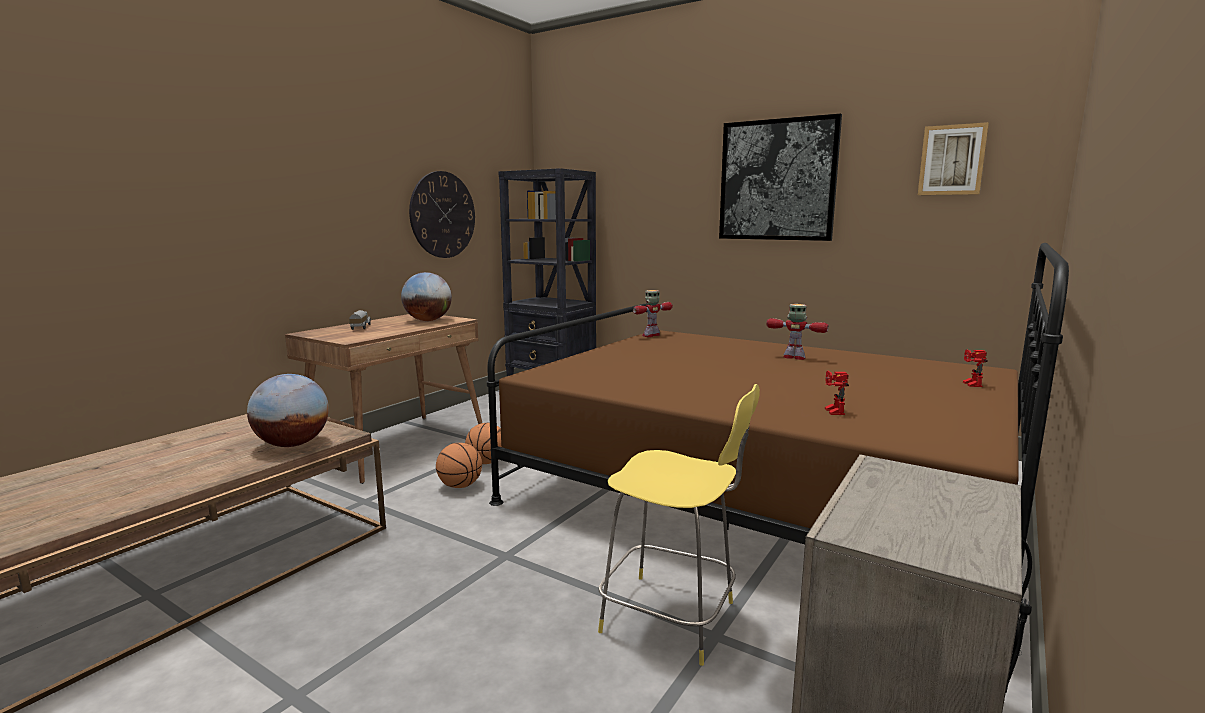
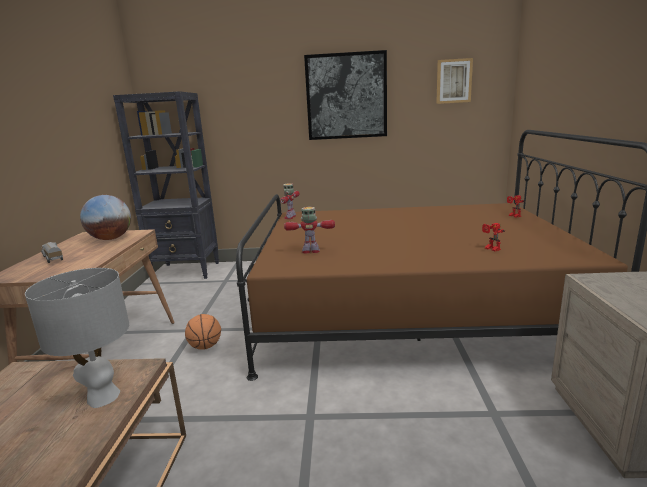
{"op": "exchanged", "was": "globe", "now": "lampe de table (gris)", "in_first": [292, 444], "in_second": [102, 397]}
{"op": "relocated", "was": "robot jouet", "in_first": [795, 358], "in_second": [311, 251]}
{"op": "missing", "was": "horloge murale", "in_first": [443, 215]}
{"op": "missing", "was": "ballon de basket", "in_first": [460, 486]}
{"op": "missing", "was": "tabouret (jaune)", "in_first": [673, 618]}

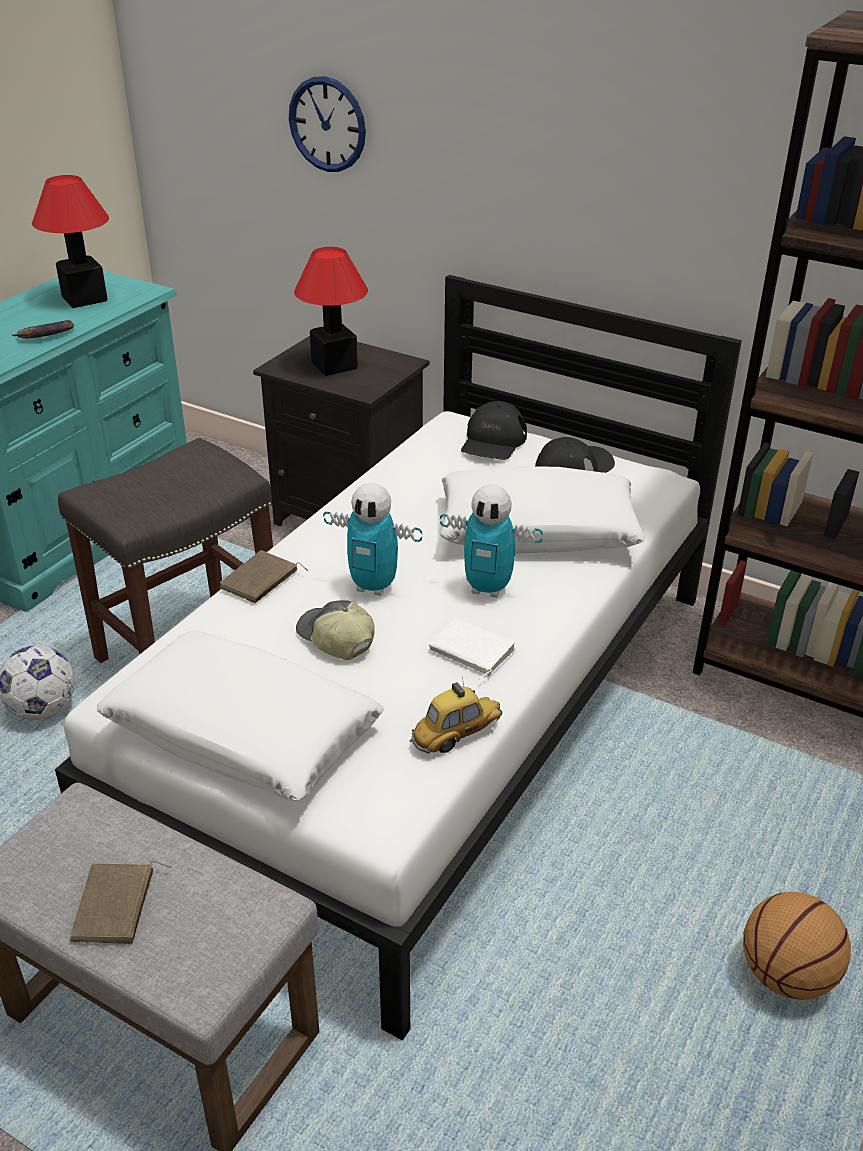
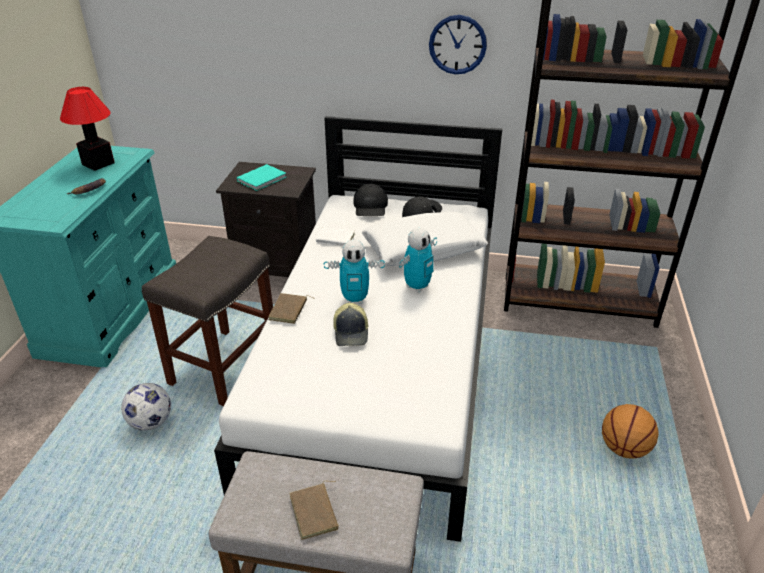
{"op": "exchanged", "was": "lampe de table", "now": "livre (turquoise)", "in_first": [335, 365], "in_second": [263, 179]}
{"op": "relocated", "was": "livre (blanc)", "in_first": [470, 652], "in_second": [335, 239]}
{"op": "spun", "was": "casquette", "in_first": [335, 639], "in_second": [352, 333], "clockwise": -120}
{"op": "spun", "was": "robot jouet", "in_first": [488, 588], "in_second": [417, 286], "clockwise": -45}
{"op": "relocated", "was": "horloge murale", "in_first": [327, 124], "in_second": [457, 44]}
{"op": "missing", "was": "coussin (blanc)", "in_first": [242, 733]}
{"op": "missing", "was": "petite voiture", "in_first": [457, 735]}

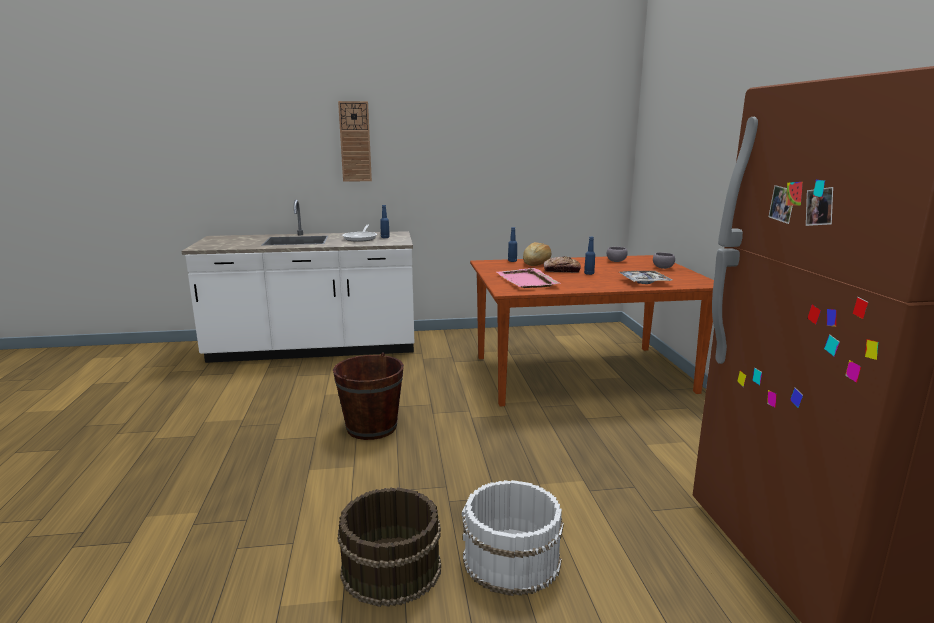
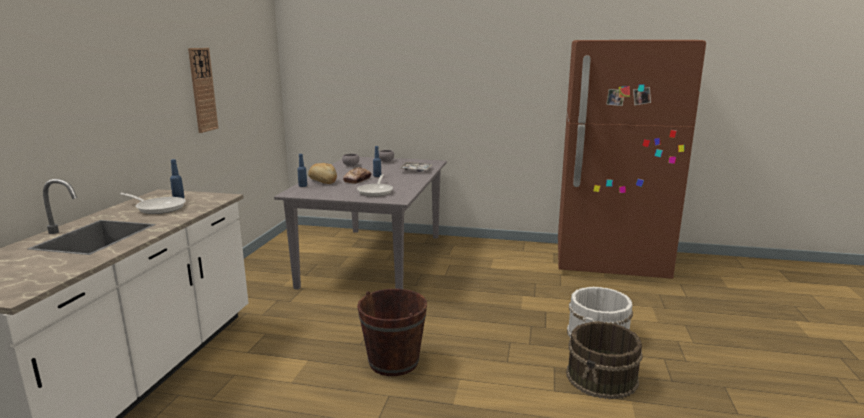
{"op": "relocated", "was": "horloge murale", "in_first": [355, 142], "in_second": [202, 90]}
{"op": "colour", "was": "table à manger (marron)", "now": "table à manger (gris)", "in_first": [581, 373], "in_second": [373, 259]}
{"op": "exchanged", "was": "plateau (rose)", "now": "poêle", "in_first": [527, 281], "in_second": [376, 191]}

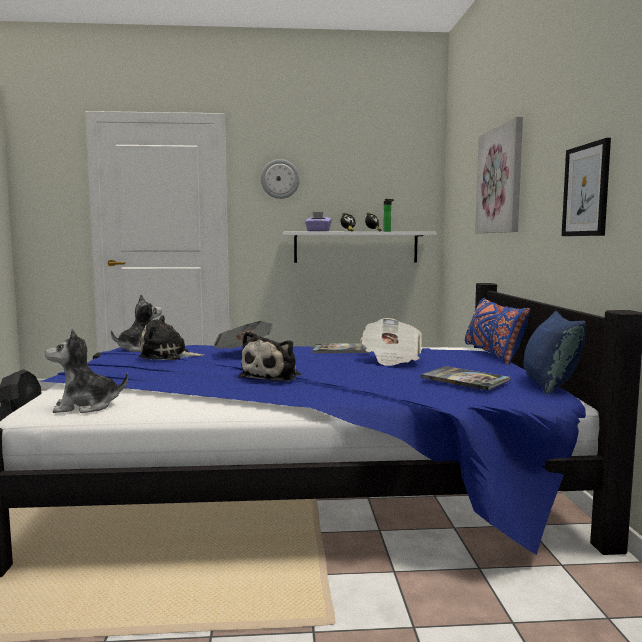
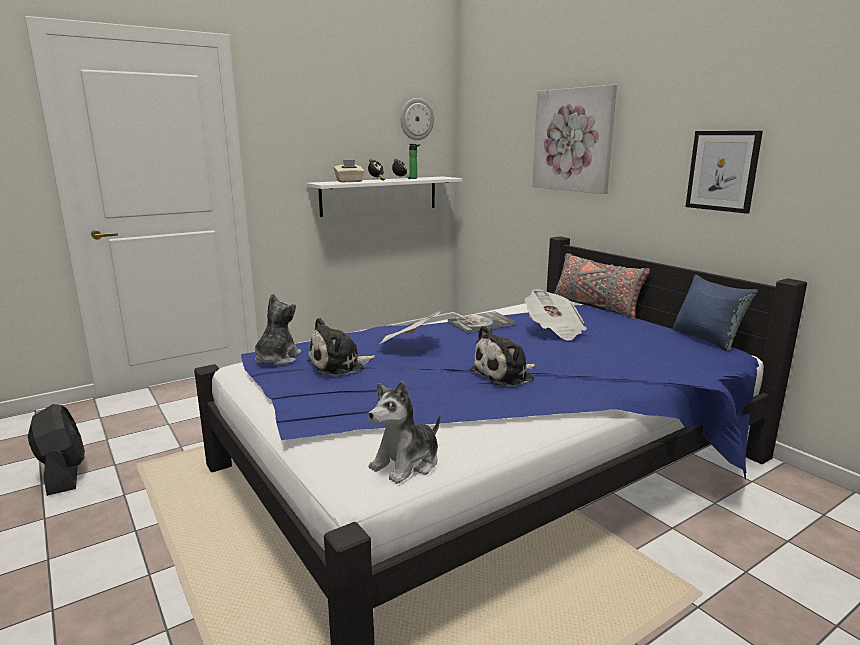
{"op": "colour", "was": "boîte à mouchoirs (violet)", "now": "boîte à mouchoirs (beige)", "in_first": [318, 231], "in_second": [349, 181]}
{"op": "relocated", "was": "horloge murale", "in_first": [280, 179], "in_second": [416, 119]}
{"op": "spun", "was": "peluche", "in_first": [273, 376], "in_second": [505, 374], "clockwise": 60}
{"op": "colour", "was": "coussin (bleu)", "now": "coussin (gris)", "in_first": [493, 353], "in_second": [595, 306]}
{"op": "missing", "was": "livre", "in_first": [465, 379]}

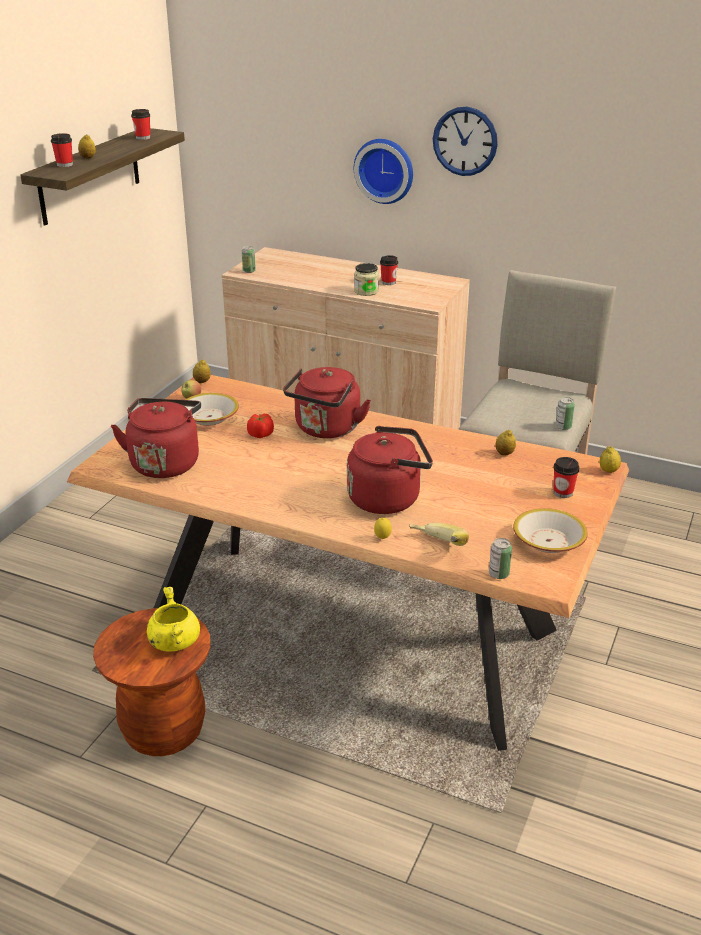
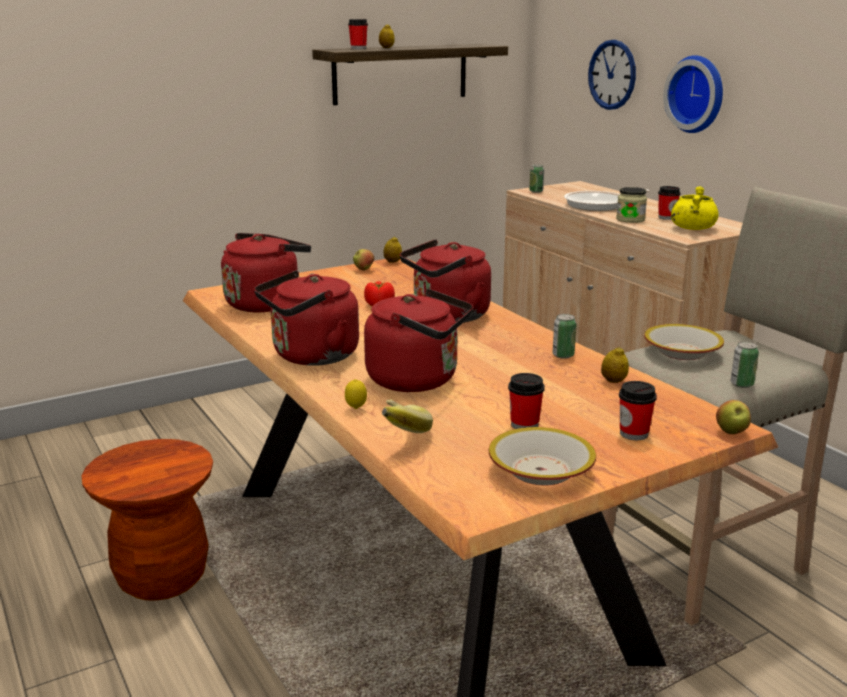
{"op": "appeared", "now": "bouilloire (rouge)", "in_second": [311, 356]}
{"op": "relocated", "was": "tasse", "in_first": [143, 138], "in_second": [524, 425]}
{"op": "relocated", "was": "boîte métallique", "in_first": [498, 574], "in_second": [563, 355]}
{"op": "appeared", "now": "poêle", "in_second": [599, 205]}
{"op": "relocated", "was": "horloge murale", "in_first": [465, 141], "in_second": [612, 75]}
{"op": "relocated", "was": "bol", "in_first": [209, 417], "in_second": [682, 352]}
{"op": "relocated", "was": "marmite (jaune)", "in_first": [174, 641], "in_second": [692, 228]}
{"op": "exchanged", "was": "citron", "now": "pomme", "in_first": [608, 471], "in_second": [731, 432]}

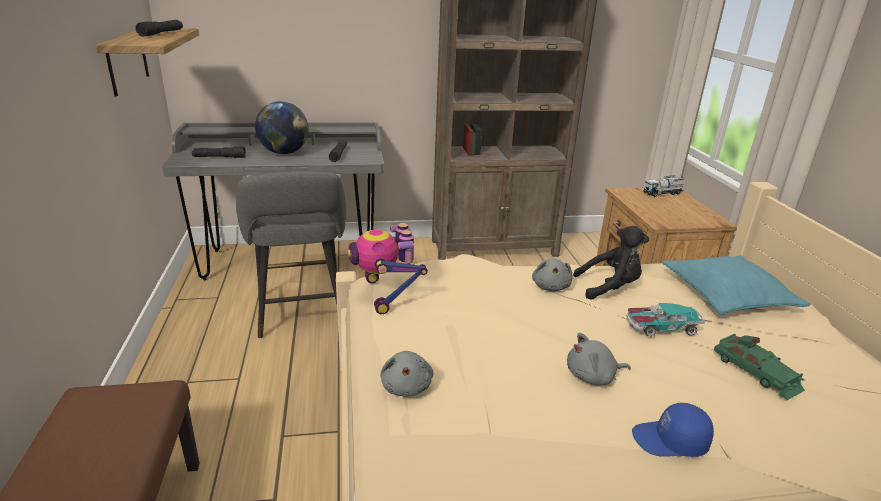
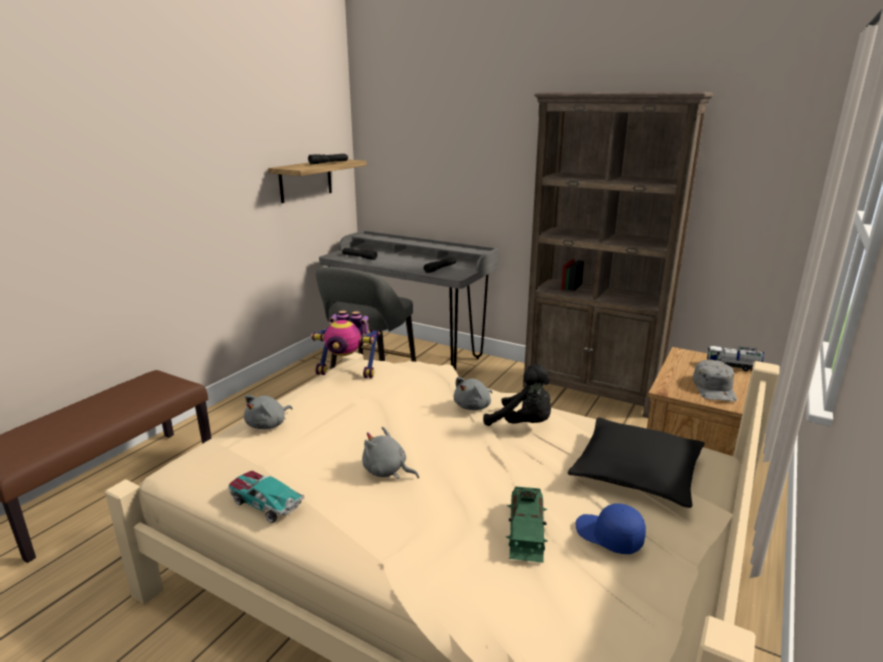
{"op": "relocated", "was": "petite voiture", "in_first": [661, 326], "in_second": [266, 503]}
{"op": "spun", "was": "robot jouet", "in_first": [386, 295], "in_second": [348, 372], "clockwise": -105}
{"op": "colour", "was": "coussin (turquoise)", "now": "coussin (noir)", "in_first": [727, 295], "in_second": [636, 472]}
{"op": "relocated", "was": "casquette (bleu)", "in_first": [670, 441], "in_second": [608, 536]}
{"op": "appeared", "now": "casquette (gris)", "in_second": [714, 388]}
{"op": "missing", "was": "globe", "in_first": [284, 153]}

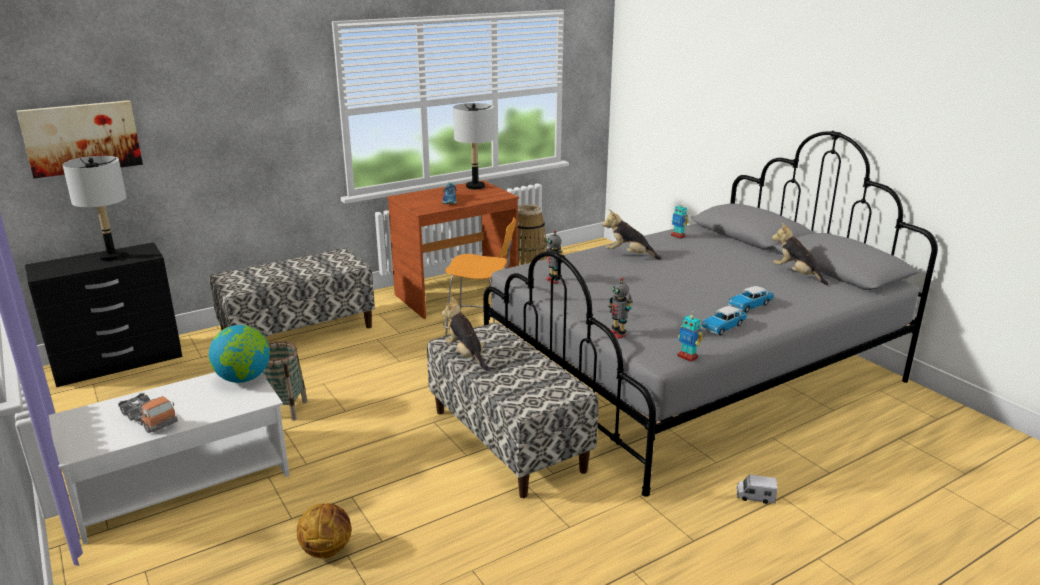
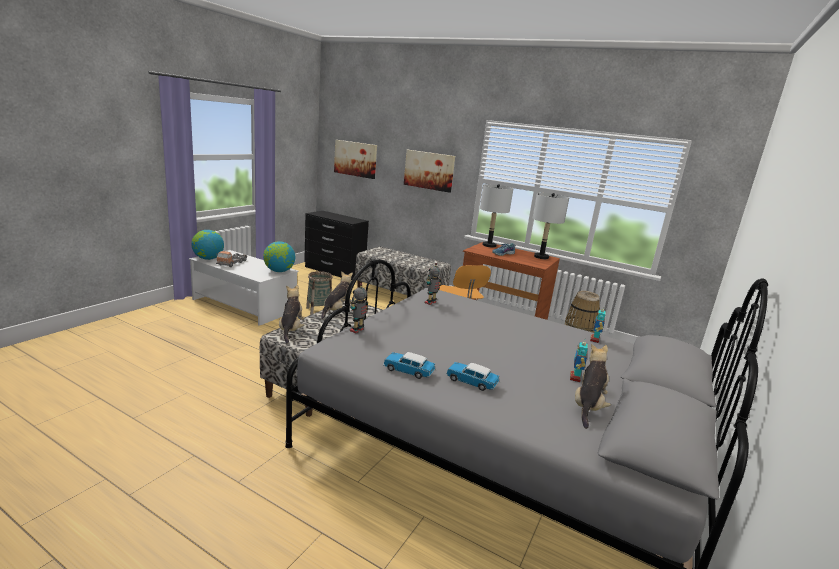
{"op": "appeared", "now": "globe", "in_second": [208, 258]}
{"op": "relocated", "was": "peluche", "in_first": [629, 255], "in_second": [291, 330]}
{"op": "appeared", "now": "tableau", "in_second": [429, 170]}
{"op": "relocated", "was": "lampe de table (gris)", "in_first": [111, 257], "in_second": [489, 245]}
{"op": "relocated", "was": "robot jouet", "in_first": [687, 357], "in_second": [575, 378]}
{"op": "missing", "was": "ballon de basket", "in_first": [327, 549]}
{"op": "missing", "was": "camion jouet", "in_first": [755, 496]}

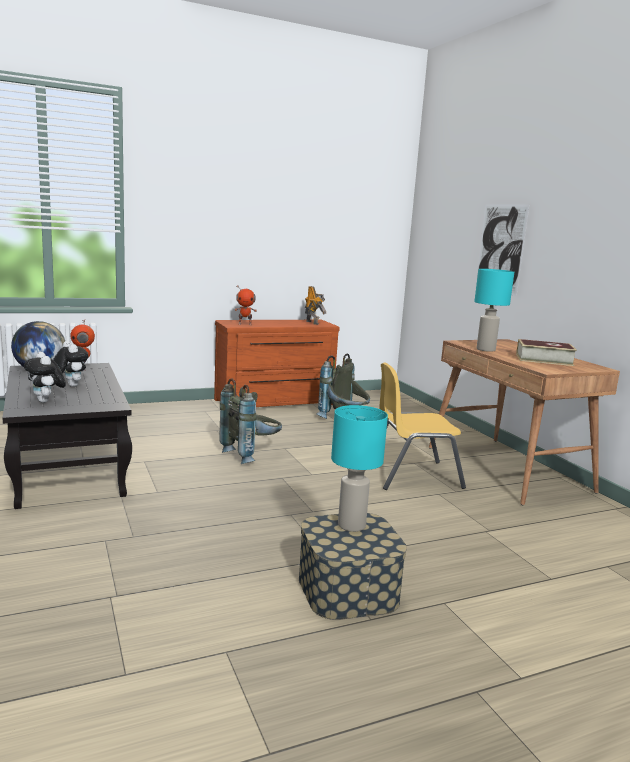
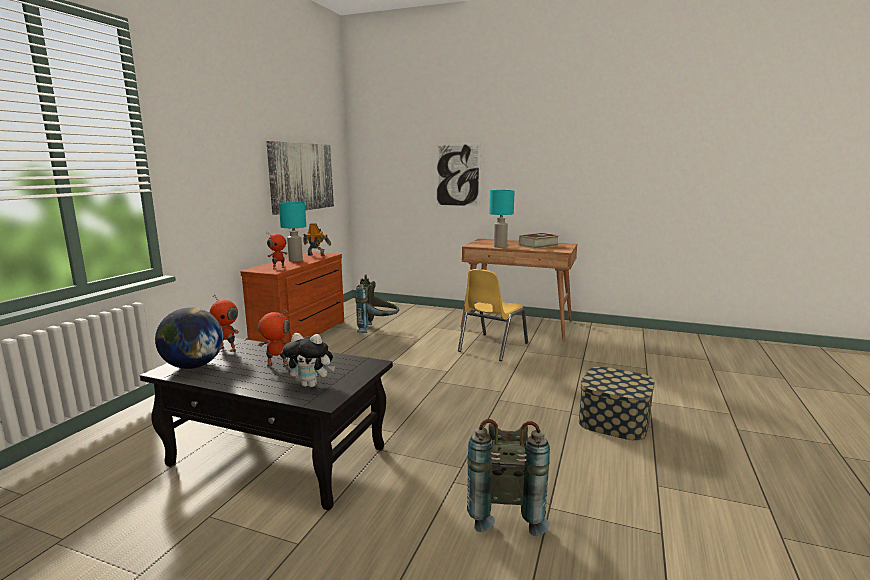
{"op": "exchanged", "was": "peluche", "now": "robot jouet", "in_first": [70, 386], "in_second": [277, 366]}
{"op": "appeared", "now": "tableau", "in_second": [302, 177]}
{"op": "relocated", "was": "lampe de table (turquoise)", "in_first": [350, 525], "in_second": [295, 260]}
{"op": "relocated", "was": "sac à dos (gris)", "in_first": [251, 455], "in_second": [504, 510]}

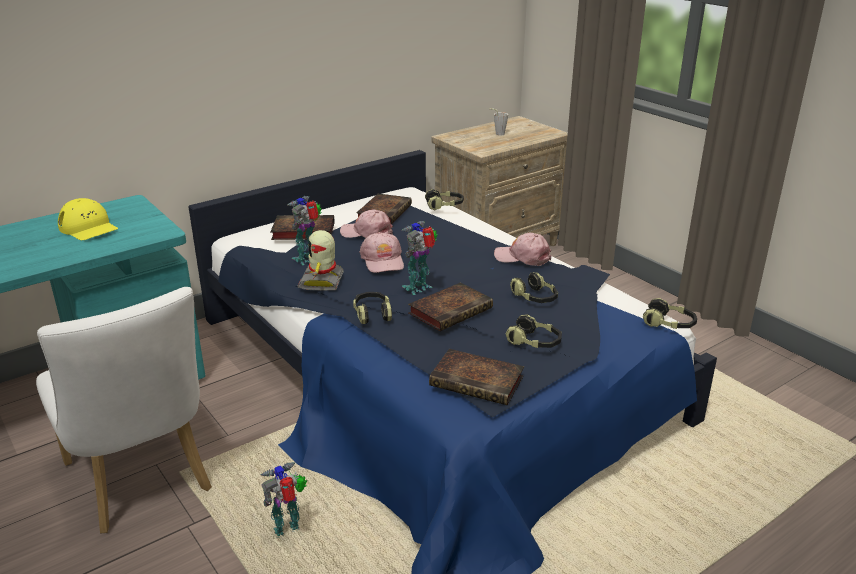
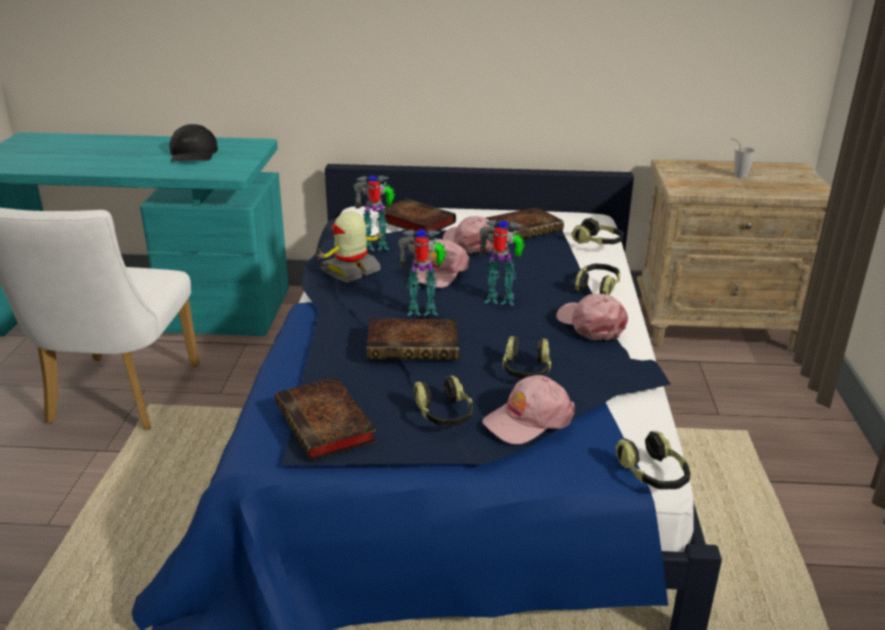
{"op": "colour", "was": "casquette (jaune)", "now": "casquette (noir)", "in_first": [88, 228], "in_second": [193, 154]}
{"op": "relocated", "was": "robot jouet", "in_first": [289, 532], "in_second": [501, 300]}
{"op": "appeared", "now": "casquette (rose)", "in_second": [528, 420]}
{"op": "relocated", "was": "casque audio", "in_first": [372, 314], "in_second": [597, 287]}

